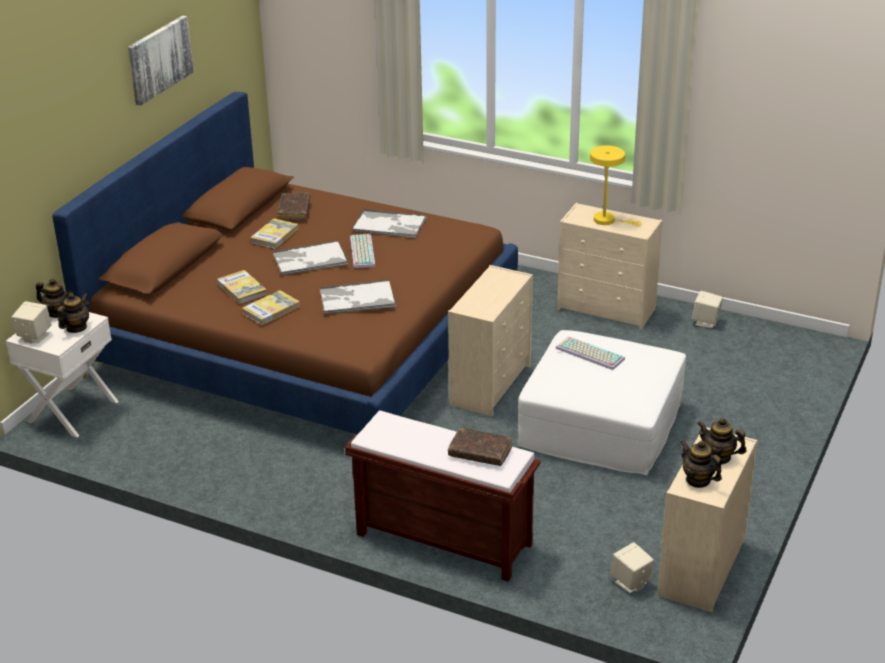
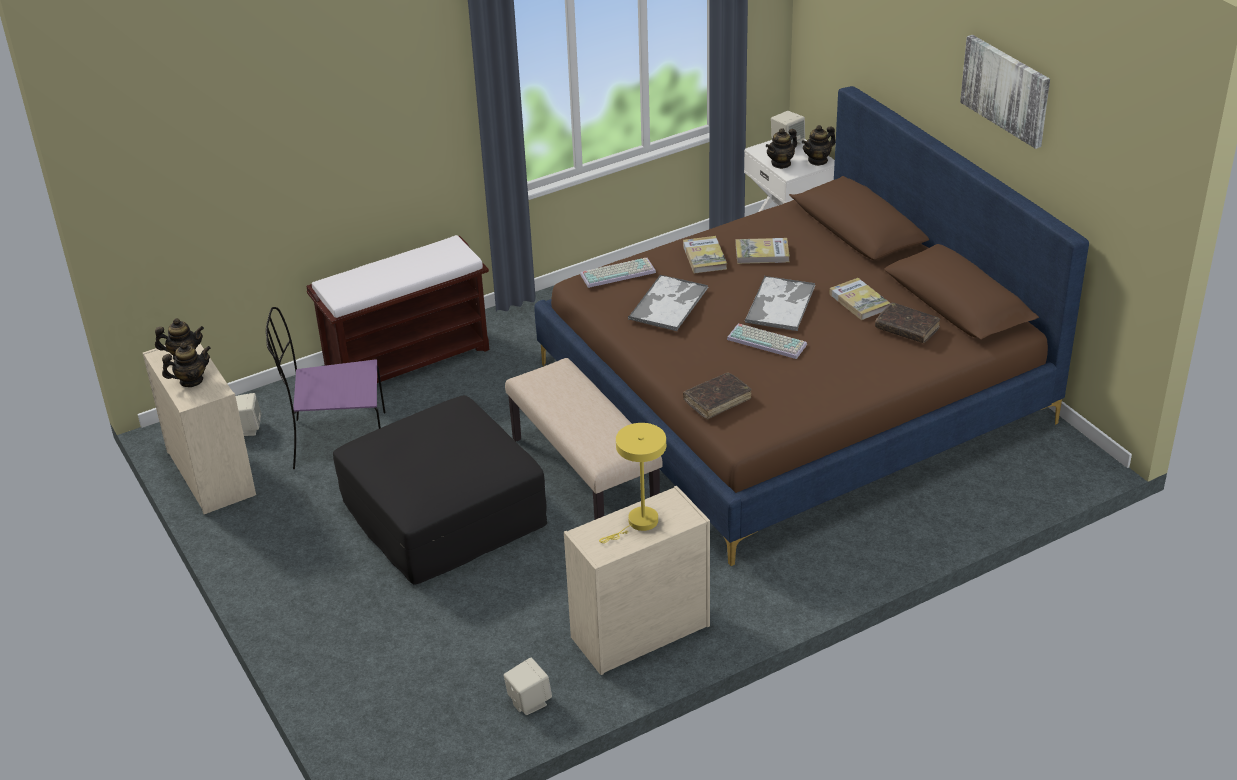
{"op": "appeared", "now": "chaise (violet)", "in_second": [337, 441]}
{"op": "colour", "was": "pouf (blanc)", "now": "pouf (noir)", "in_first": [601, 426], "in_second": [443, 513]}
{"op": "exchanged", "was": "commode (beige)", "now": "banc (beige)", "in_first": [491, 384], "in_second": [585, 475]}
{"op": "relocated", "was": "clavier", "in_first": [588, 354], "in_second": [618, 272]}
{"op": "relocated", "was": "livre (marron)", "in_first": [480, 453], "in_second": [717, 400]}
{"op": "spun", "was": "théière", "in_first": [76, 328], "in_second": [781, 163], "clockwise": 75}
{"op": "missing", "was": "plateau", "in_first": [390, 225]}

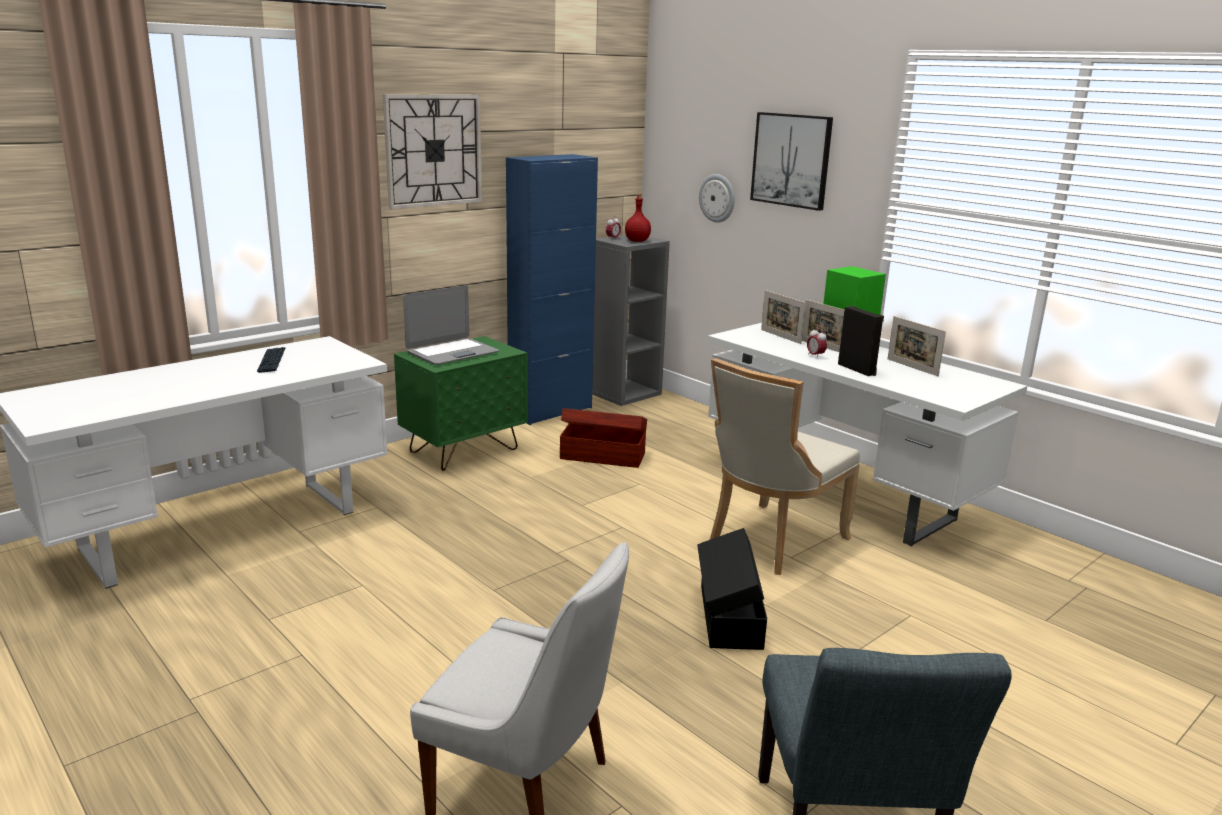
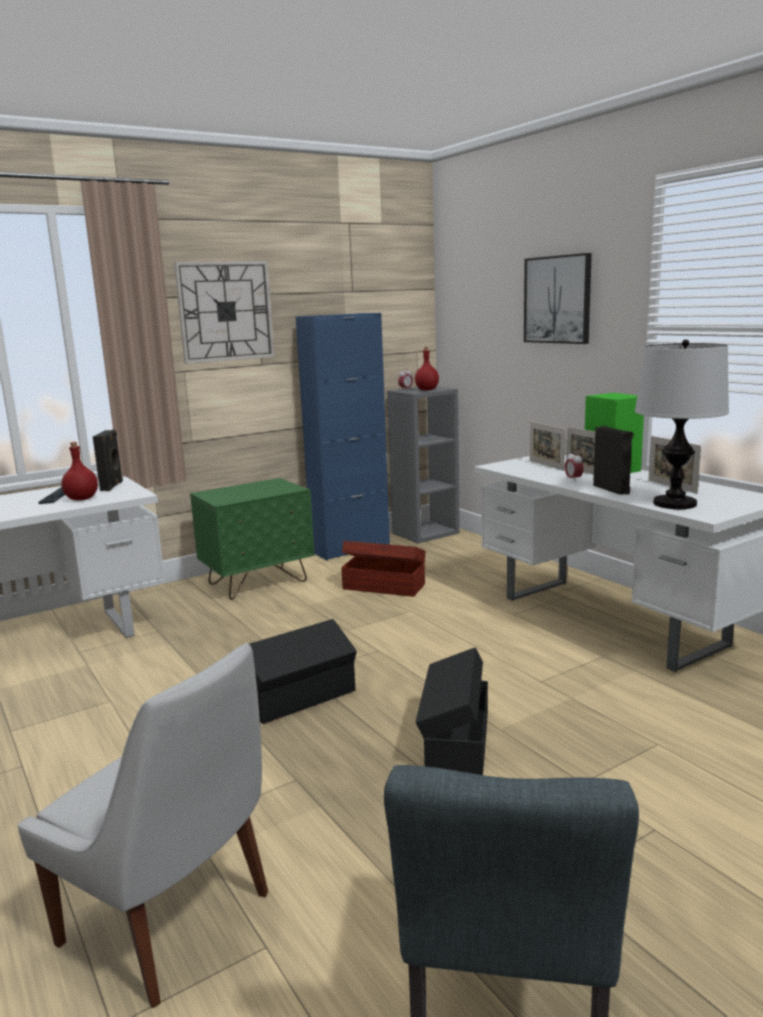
{"op": "appeared", "now": "bouteille (rouge)", "in_second": [81, 499]}
{"op": "appeared", "now": "enceinte (noir)", "in_second": [112, 486]}
{"op": "appeared", "now": "boîte de rangement (noir)", "in_second": [301, 697]}
{"op": "appeared", "now": "lampe de table", "in_second": [675, 504]}
{"op": "missing", "was": "ordinateur portable", "in_first": [452, 353]}
{"op": "missing", "was": "horloge murale", "in_first": [717, 198]}
{"op": "missing", "was": "chaise (beige)", "in_first": [771, 542]}

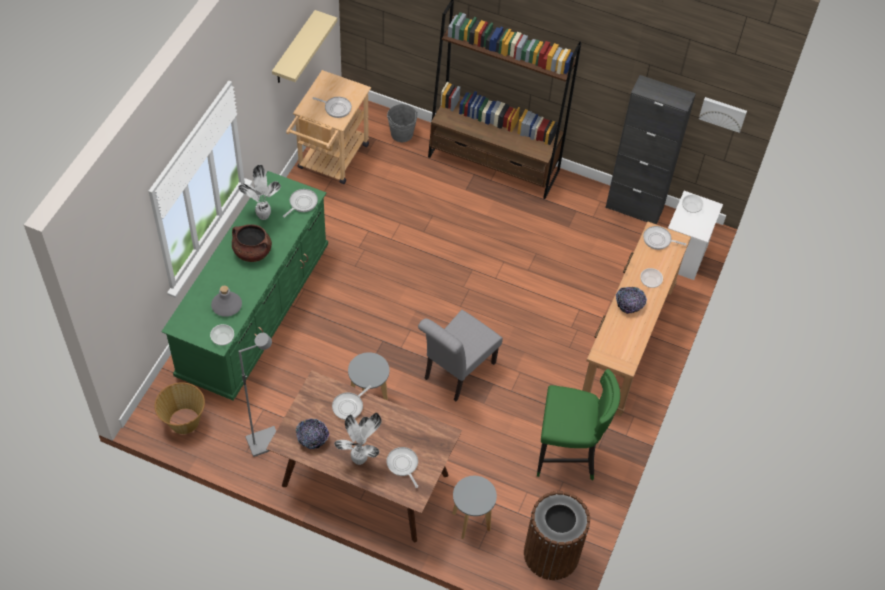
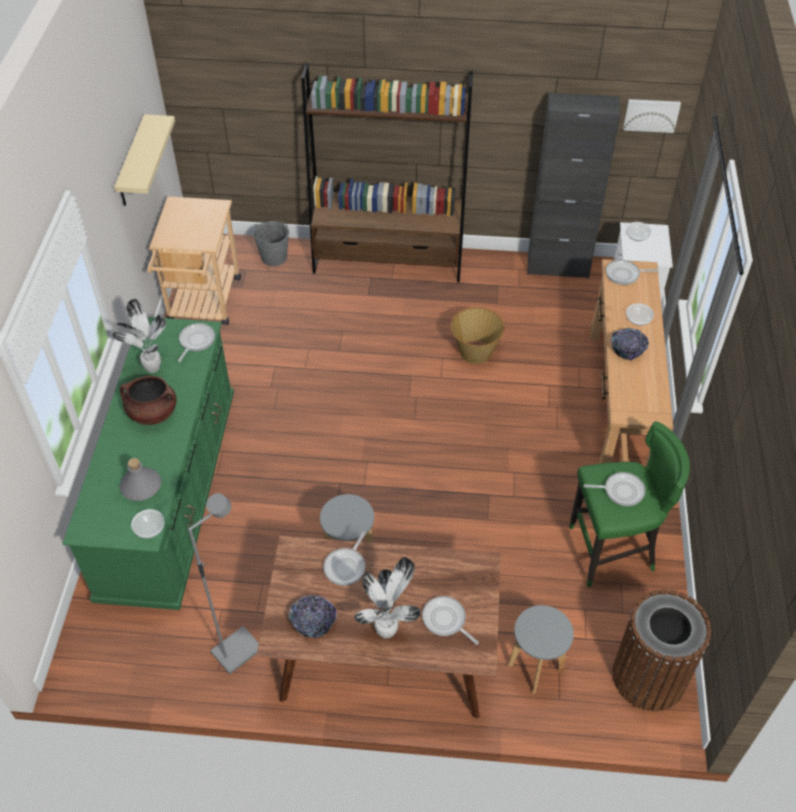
{"op": "relocated", "was": "panier", "in_first": [183, 421], "in_second": [475, 352]}
{"op": "relocated", "was": "poêle", "in_first": [336, 108], "in_second": [621, 491]}
{"op": "missing", "was": "chaise (gris)", "in_first": [456, 373]}

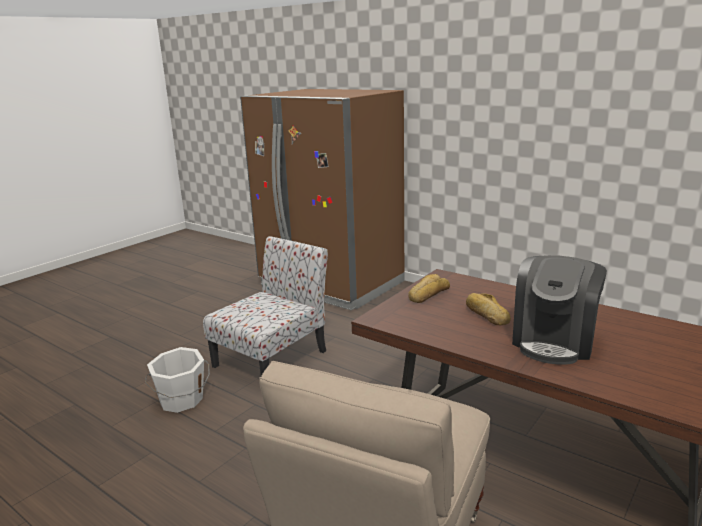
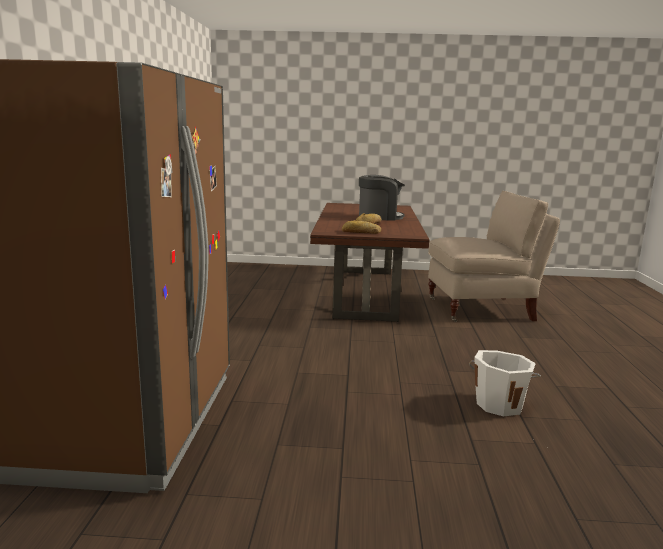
{"op": "missing", "was": "chaise", "in_first": [273, 357]}

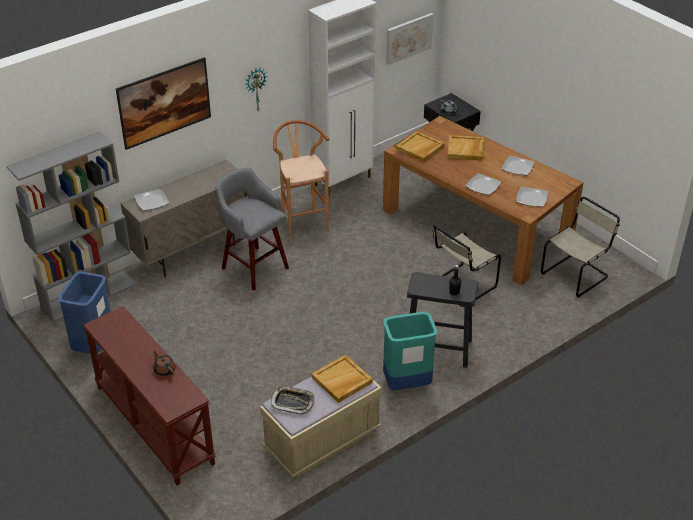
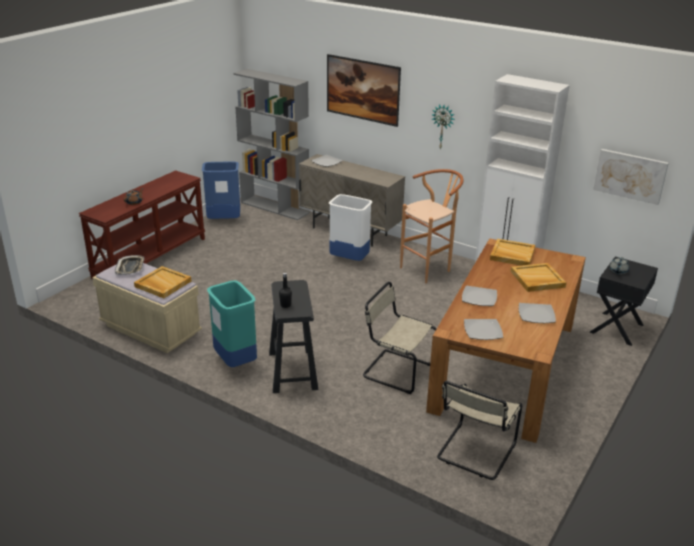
{"op": "exchanged", "was": "tabouret (gris)", "now": "poubelle (blanc)", "in_first": [254, 267], "in_second": [349, 259]}
{"op": "spun", "was": "chaise (beige)", "in_first": [576, 275], "in_second": [475, 453], "clockwise": 90}

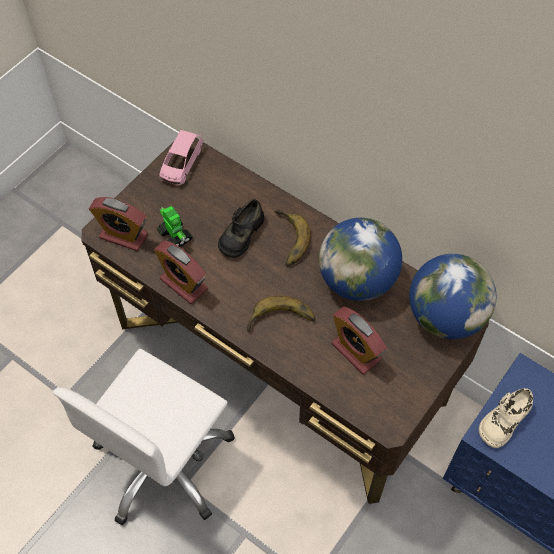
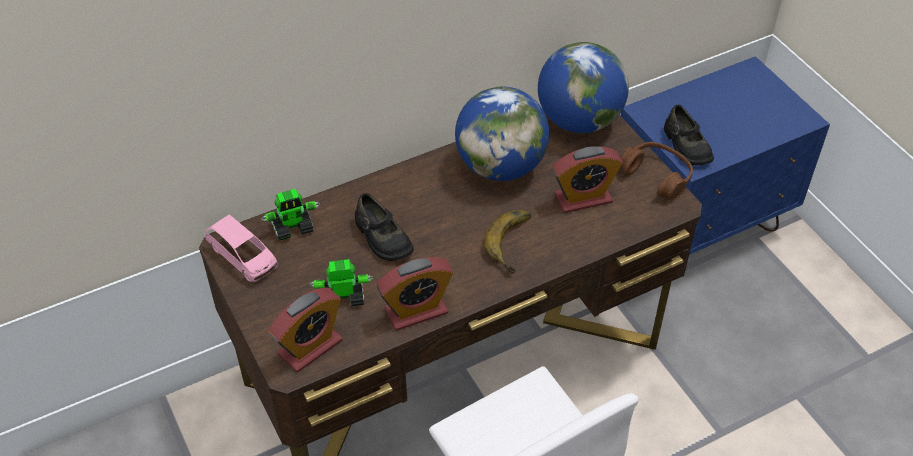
{"op": "appeared", "now": "robot jouet", "in_second": [293, 228]}
{"op": "appeared", "now": "casque audio (marron)", "in_second": [657, 176]}
{"op": "colour", "was": "chaussure (beige)", "now": "chaussure (noir)", "in_first": [503, 420], "in_second": [686, 146]}
{"op": "missing", "was": "banane", "in_first": [286, 240]}

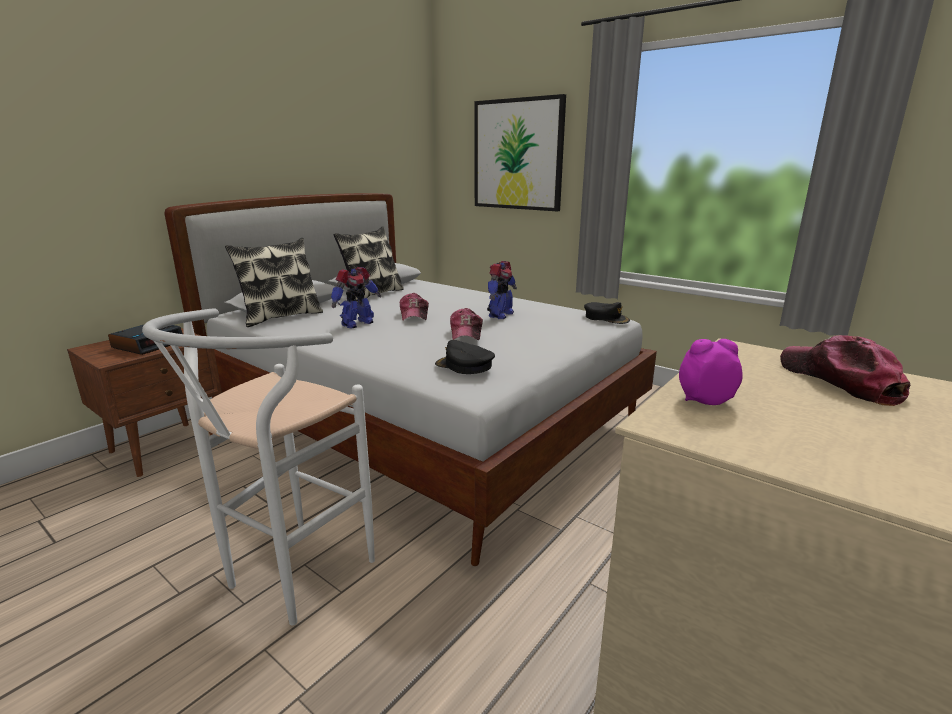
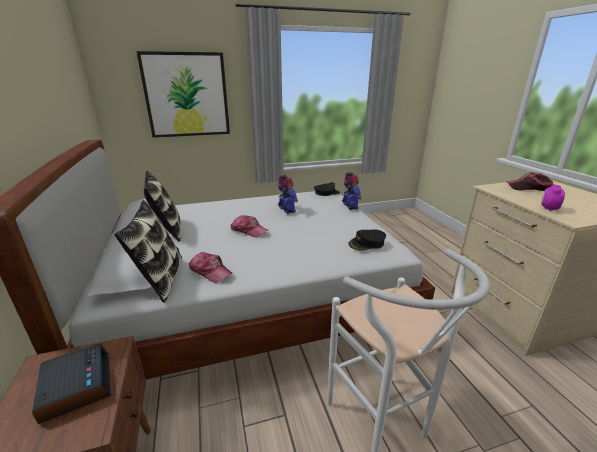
{"op": "relocated", "was": "casquette", "in_first": [466, 333], "in_second": [210, 271]}
{"op": "relocated", "was": "robot jouet", "in_first": [356, 324], "in_second": [350, 206]}

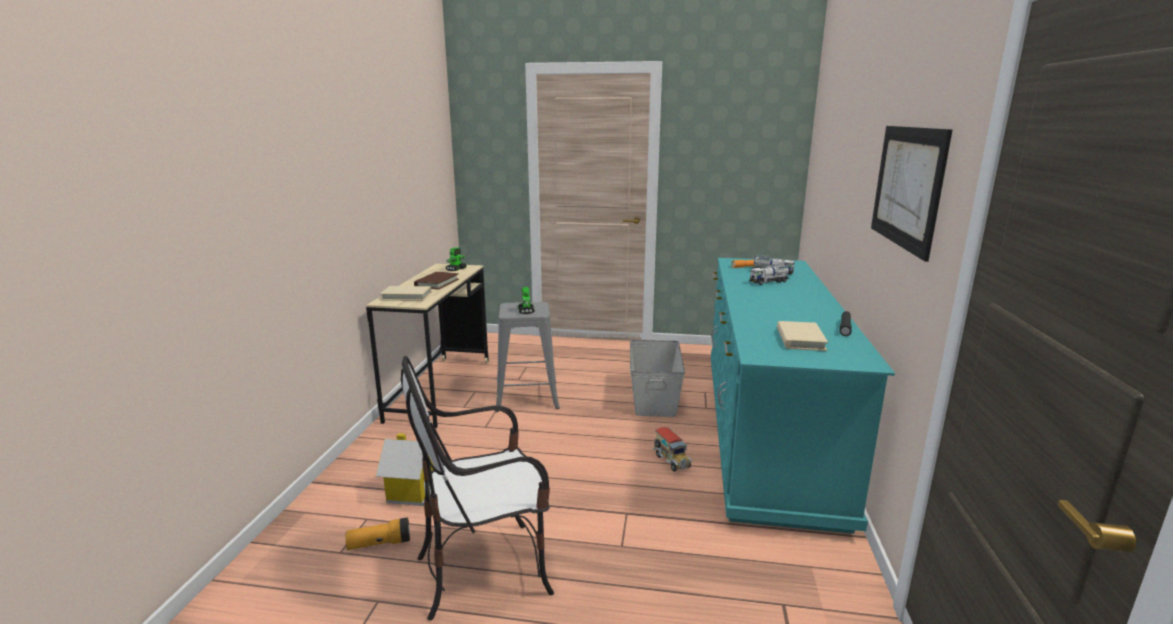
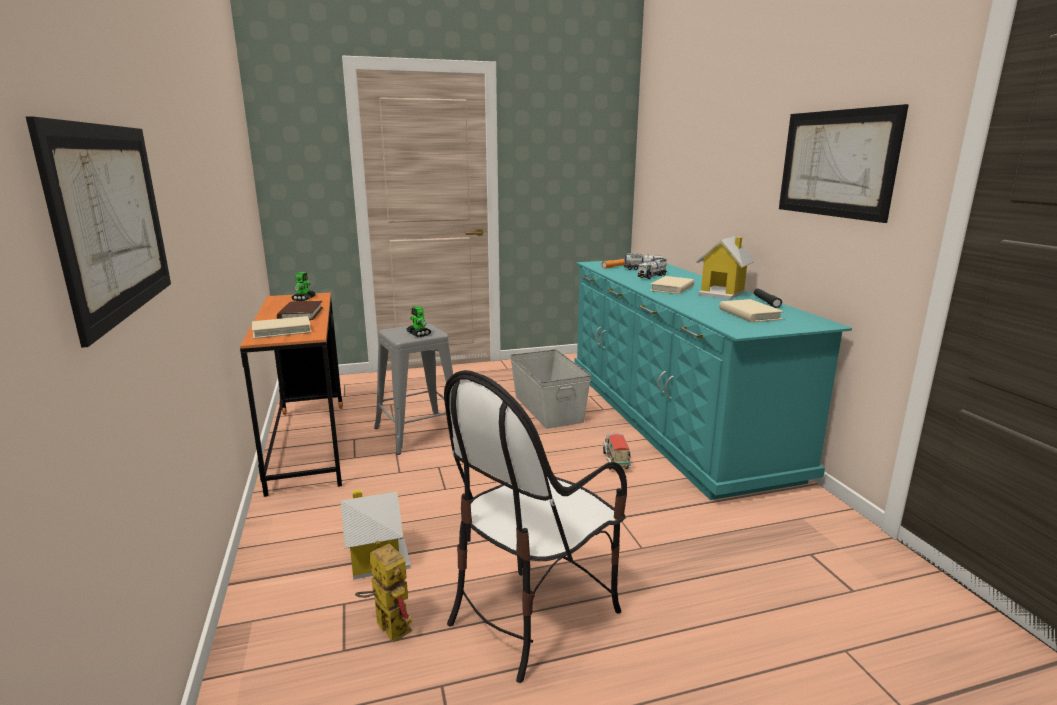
{"op": "appeared", "now": "tableau", "in_second": [113, 221]}
{"op": "colour", "was": "bureau (beige)", "now": "bureau (orange)", "in_first": [440, 389], "in_second": [308, 445]}
{"op": "exchanged", "was": "lampe de poche", "now": "robot jouet", "in_first": [379, 544], "in_second": [386, 625]}
{"op": "spun", "was": "camion jouet", "in_first": [671, 461], "in_second": [616, 462], "clockwise": -135}
{"op": "appeared", "now": "livre (beige)", "in_second": [672, 288]}
{"op": "appeared", "now": "maison miniature", "in_second": [722, 293]}

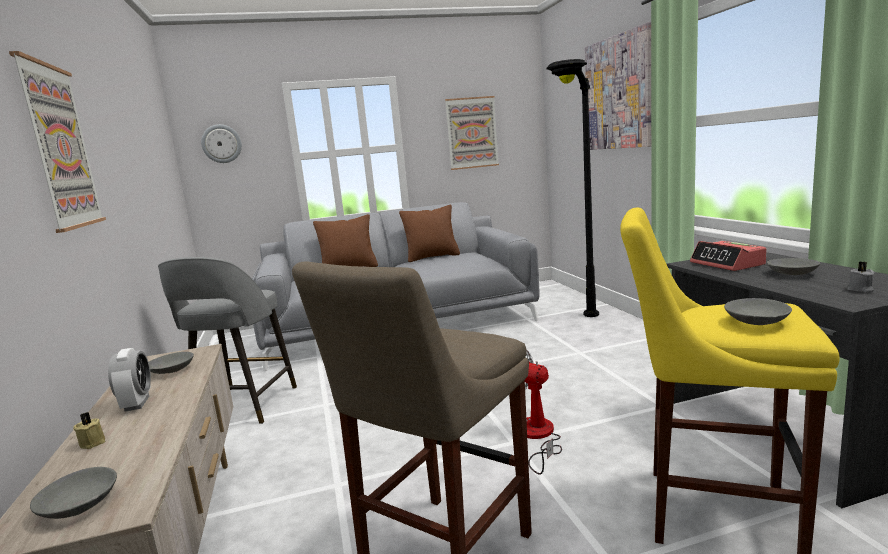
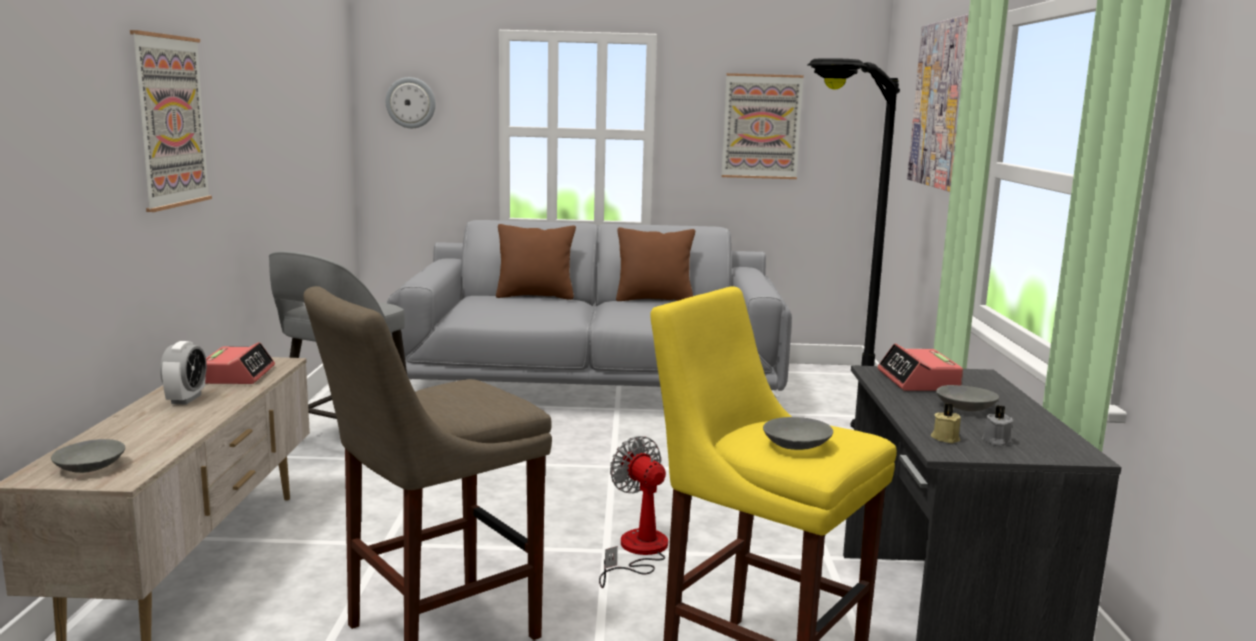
{"op": "exchanged", "was": "bol (gris)", "now": "réveil", "in_first": [171, 370], "in_second": [238, 375]}
{"op": "relocated", "was": "bougie (beige)", "in_first": [93, 442], "in_second": [945, 438]}

